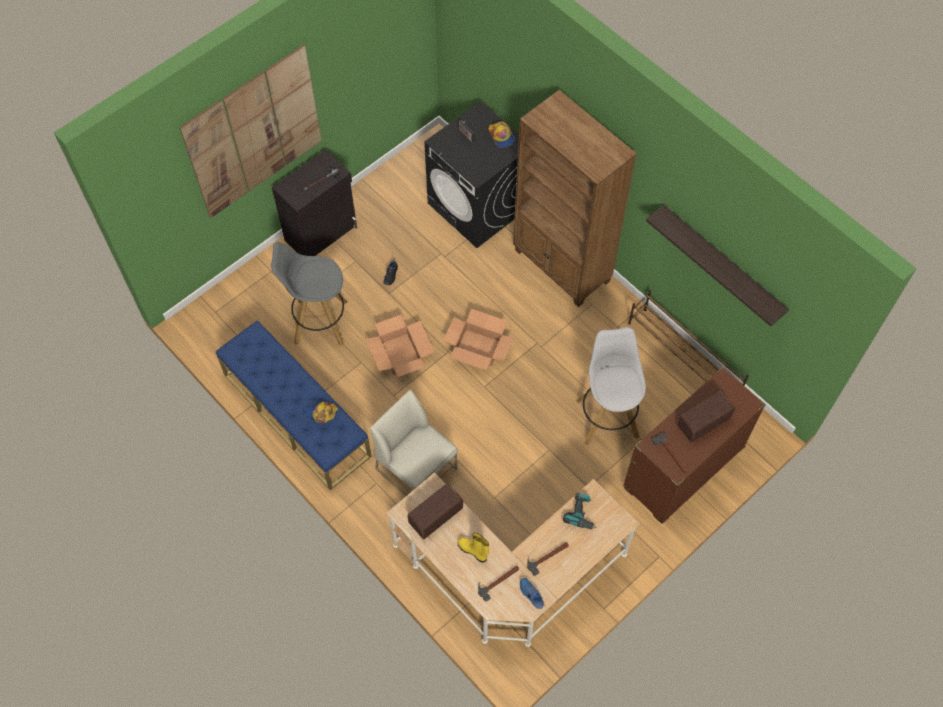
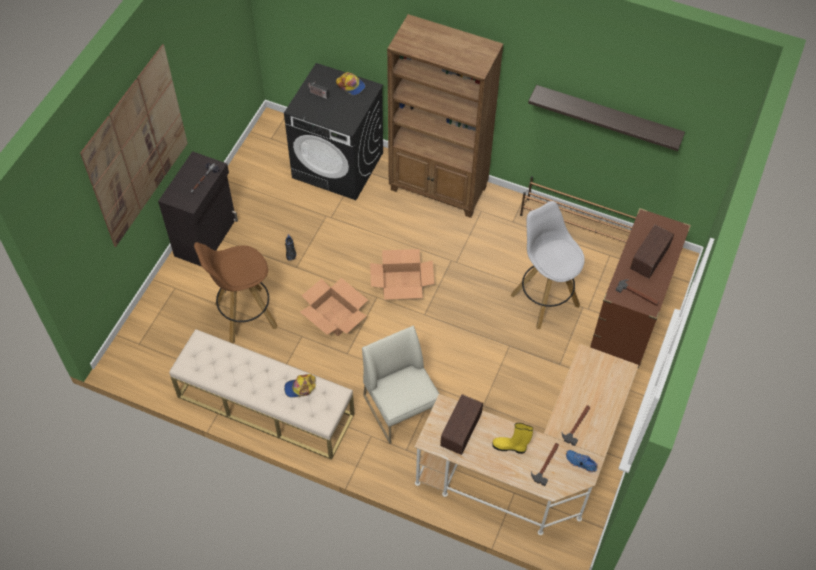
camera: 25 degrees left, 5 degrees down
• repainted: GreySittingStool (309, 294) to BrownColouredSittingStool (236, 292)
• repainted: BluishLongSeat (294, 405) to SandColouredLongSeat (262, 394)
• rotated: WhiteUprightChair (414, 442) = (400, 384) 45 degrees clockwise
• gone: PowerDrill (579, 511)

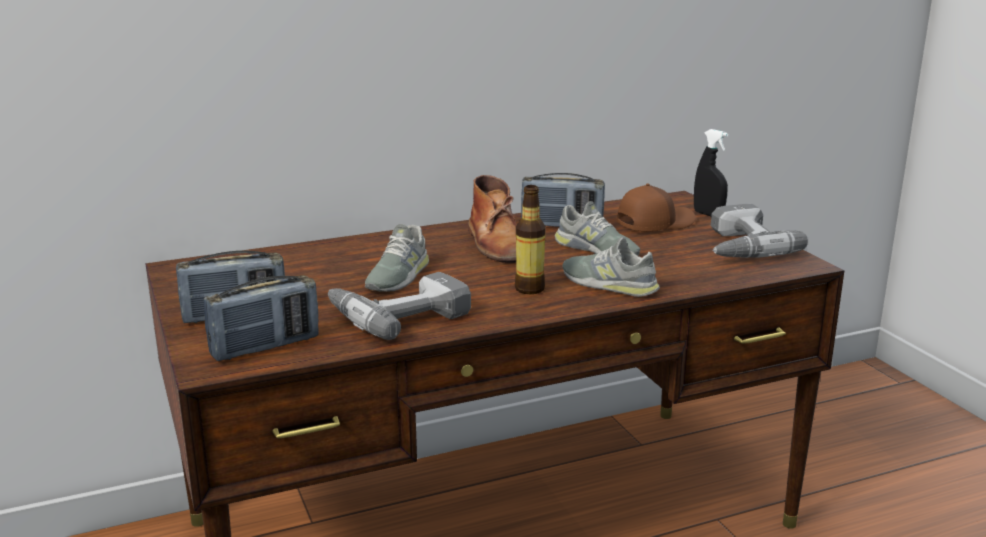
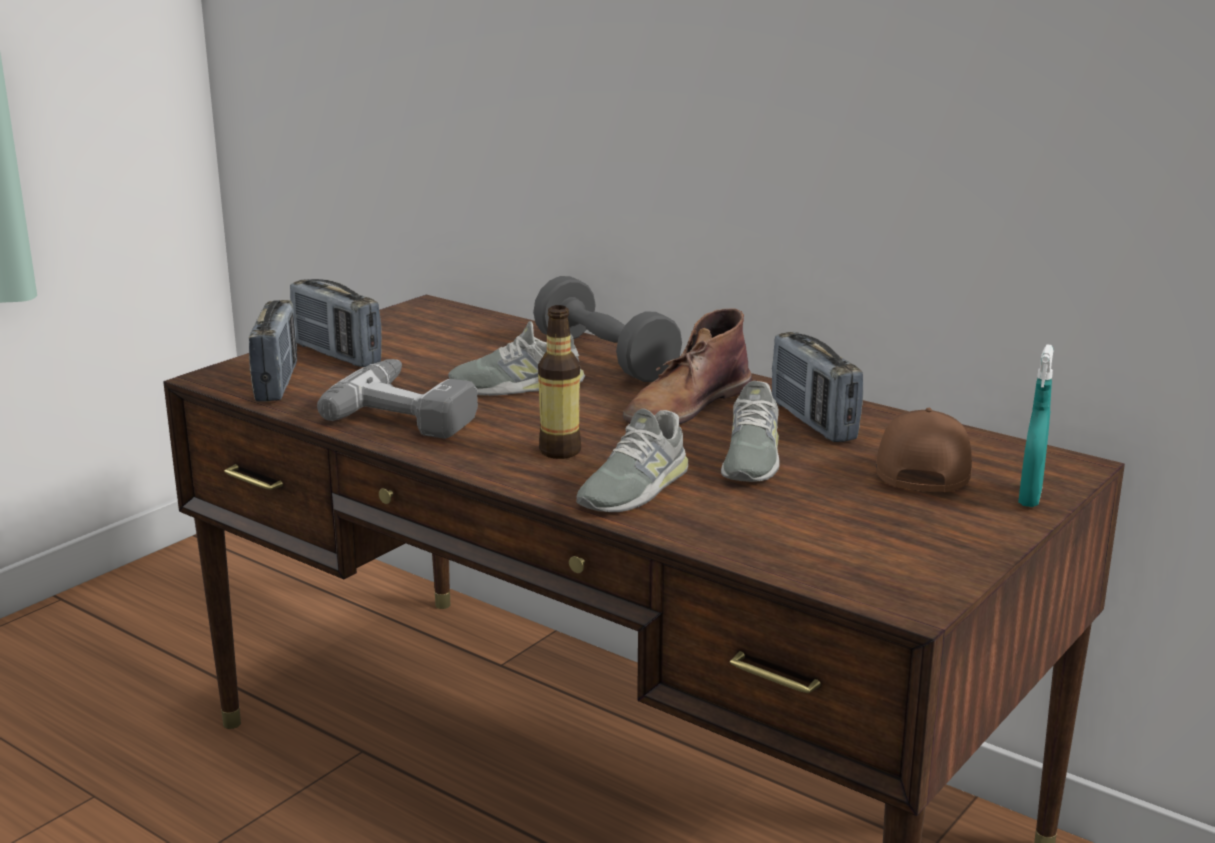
camera: 60 degrees right, 0 degrees up
• repainted: BlackColouredSprayer (711, 172) to TurquoiseSprayer (1035, 426)
• rotated: BrownColouredCap (656, 207) = (924, 450) 105 degrees counterclockwise
• gone: PowerDrill (759, 231)
• rotated: GreyShoe (611, 266) = (632, 460) 150 degrees counterclockwise
• rotated: Radio (261, 318) = (273, 351) 120 degrees counterclockwise
• new: GreyFreeWeight (607, 329)

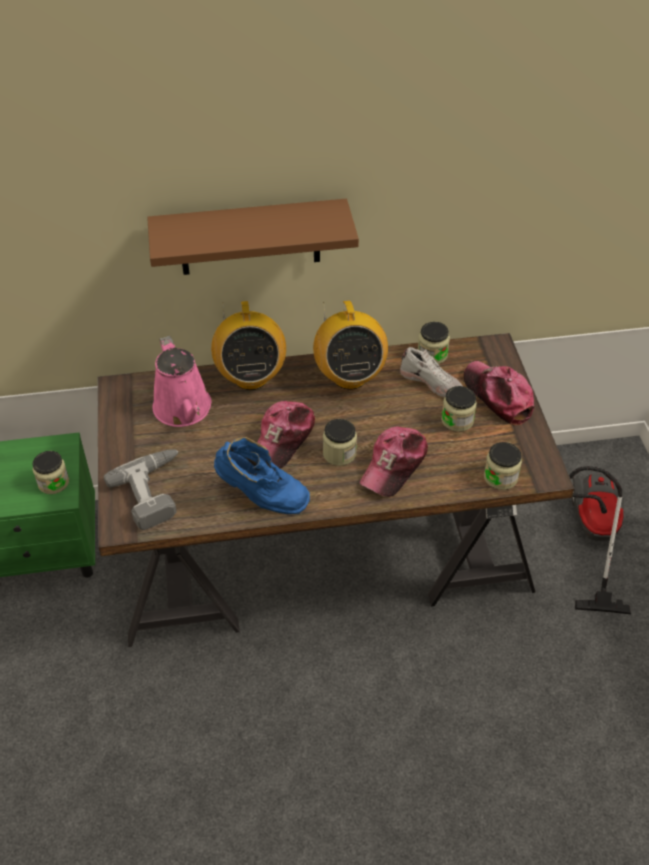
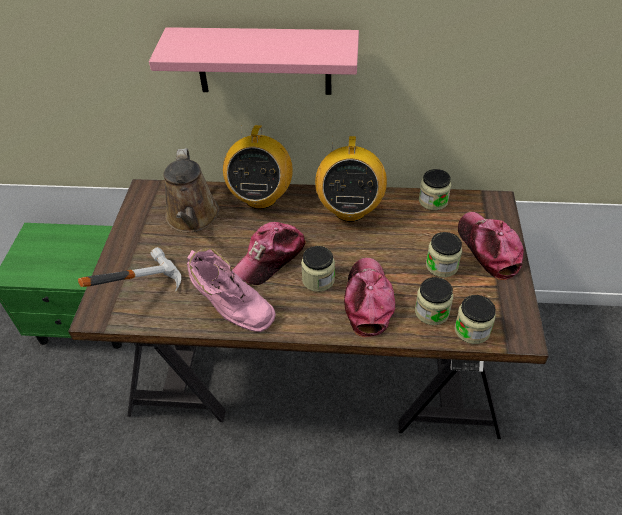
camera: 15 degrees right, 0 degrees up
• repainted: BrownColouredBracketShelf (253, 237) to PinkishBracketShelf (254, 61)
• repainted: PinkishSprinklingCan (182, 381) to BrownColouredSprinklingCan (191, 190)
• gone: WhiteShoe (431, 372)
• rotated: Cap (394, 461) = (369, 297) 135 degrees clockwise
• repainted: BluishTallBoot (262, 475) to PinkishTallBoot (231, 290)
• swapped: PowerDrill (141, 489) to ToolHammer (129, 269)
• shifted: StorageJar (50, 472) to (434, 301)
• gone: Vacuum (600, 540)

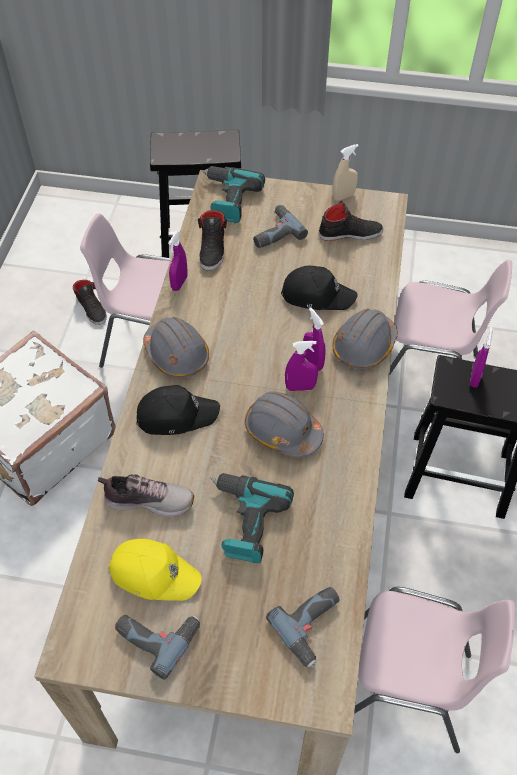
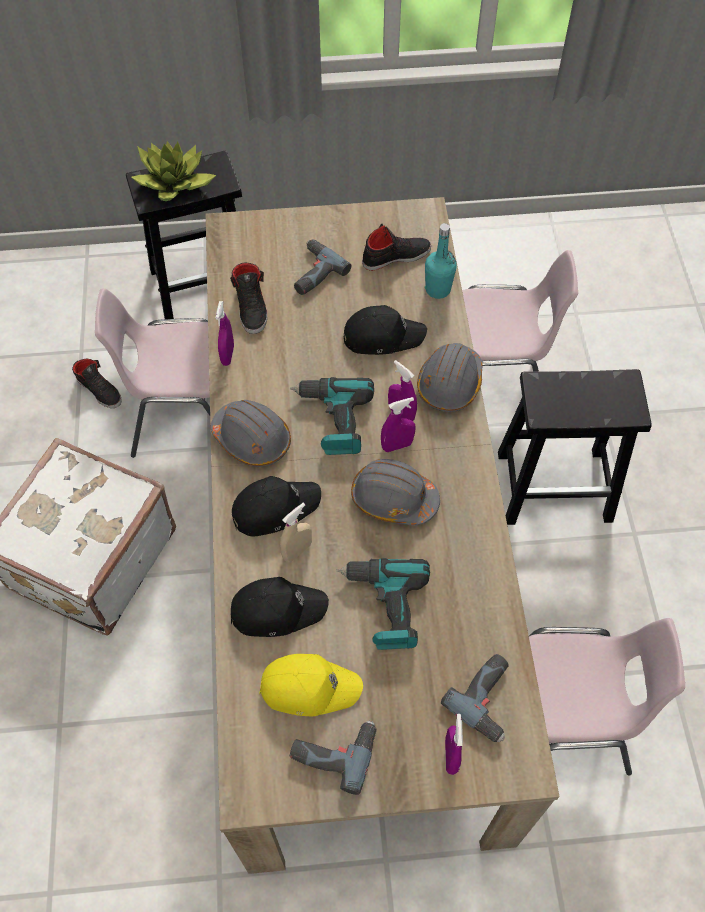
camera: 15 degrees left, 5 degrees up
• shifted: SandColouredSprayer (345, 172) to (296, 532)
• shifted: PowerDrill (233, 194) to (332, 416)
• shifted: PurpleSprayer (481, 357) to (454, 744)
• swapped: Shoe (146, 495) to BlackColouredCap (280, 607)
• new: PlantInAPot (173, 171)
• new: TurquoiseBottle (441, 261)

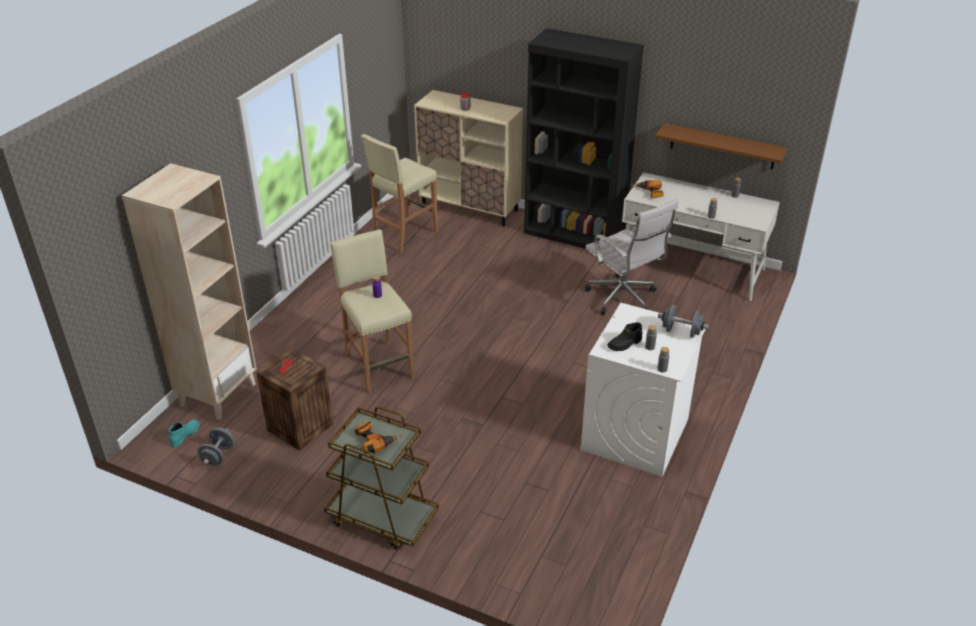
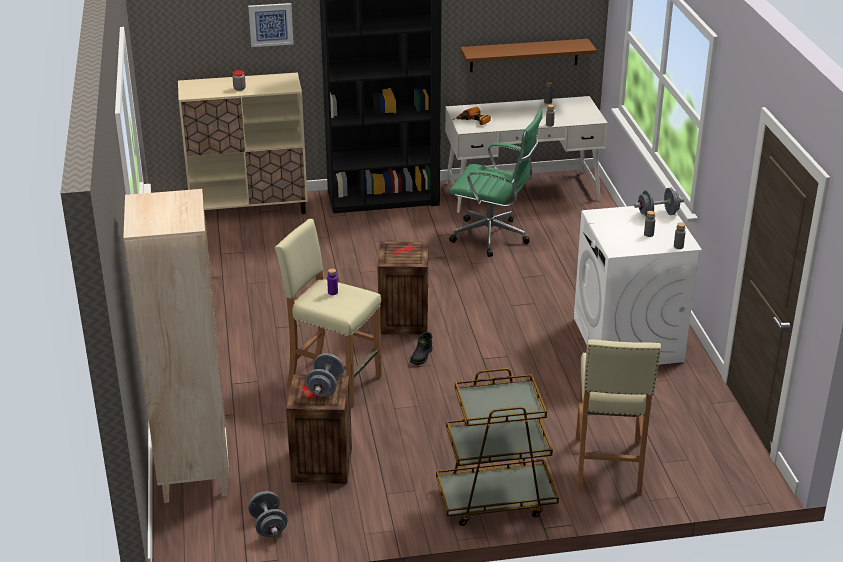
camera: 35 degrees left, 5 degrees down
• shifted: SandColouredSittingStool (399, 193) to (618, 417)
• repainted: WhiteOfficeChair (631, 257) to GreenishOfficeChair (496, 183)
• shifted: BlackColouredTallBoot (625, 336) to (421, 348)
• gone: TurquoiseTallBoot (184, 433)
• gone: PowerDrill (378, 437)
• new: WallPicture (271, 25)
• new: ShippingCrate (403, 288)
• new: GreyFreeWeight (324, 375)

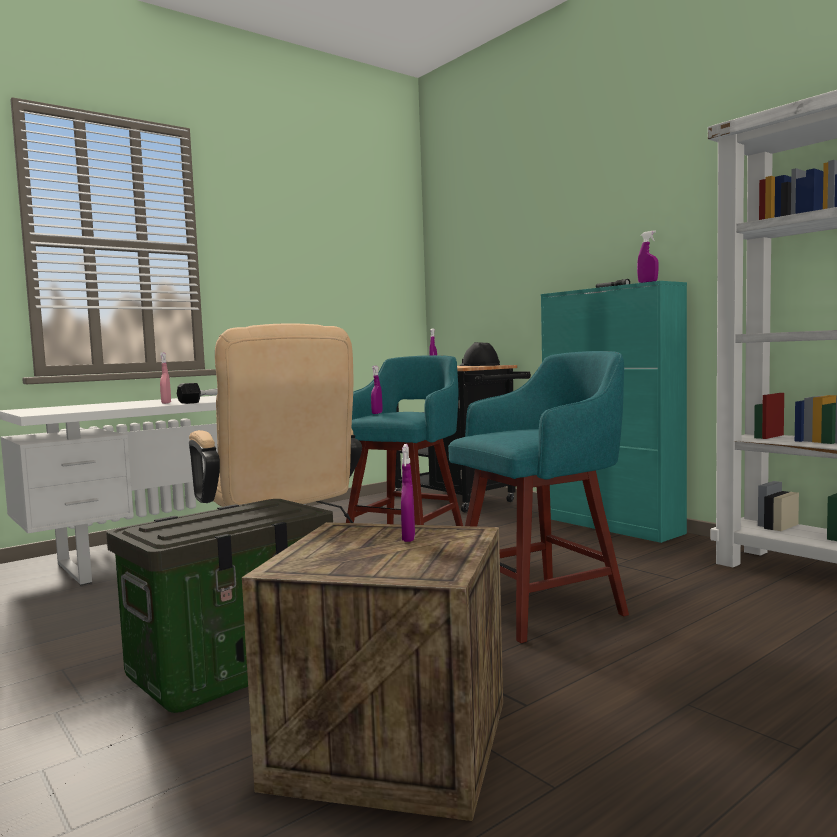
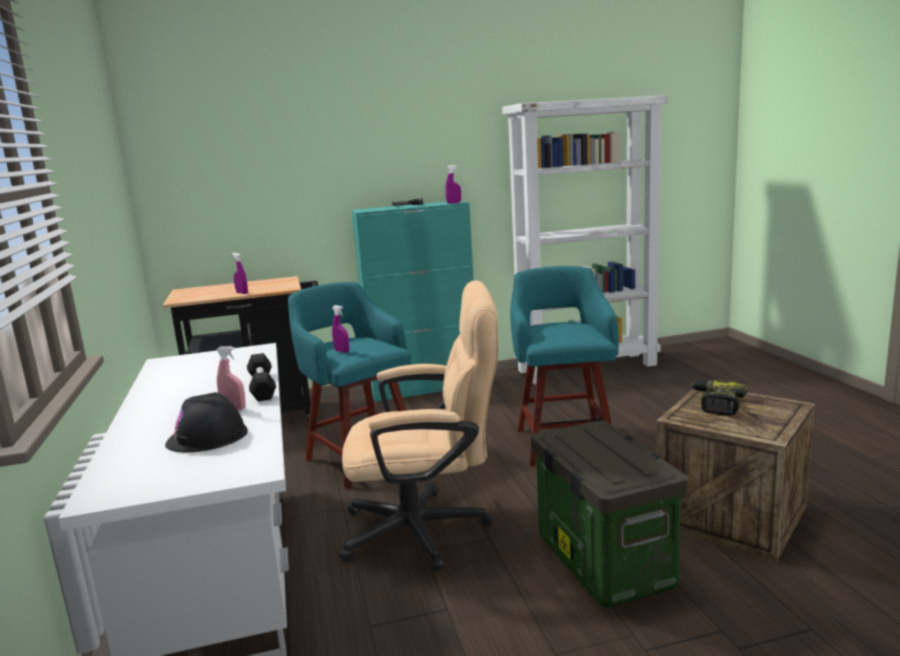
camera: 65 degrees left, 10 degrees up
• shifted: BlackColouredWorkHelmet (480, 354) to (206, 422)
• swapped: PurpleSprayer (408, 493) to PowerDrill (719, 398)

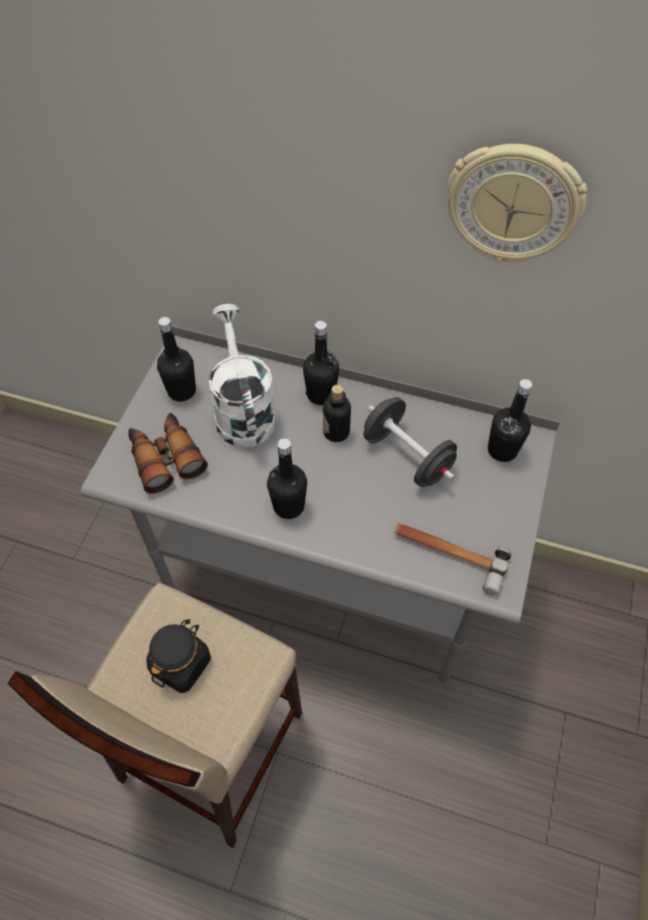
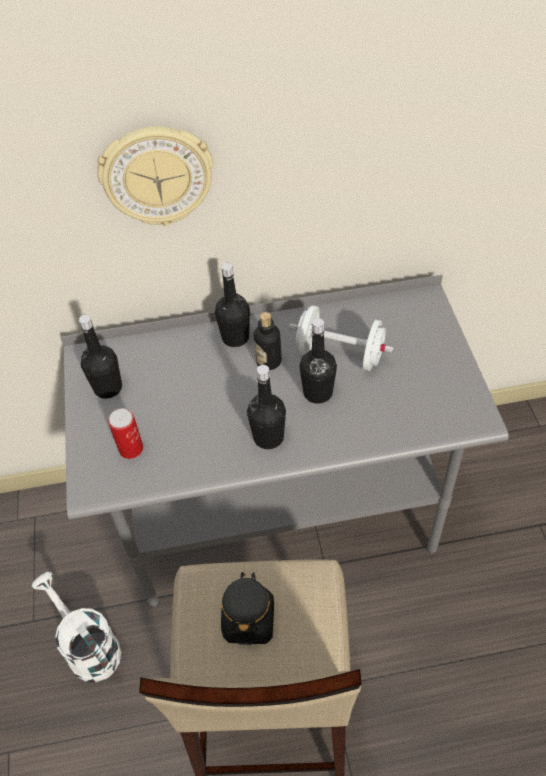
camera: 25 degrees left, 5 degrees down
• shifted: WallClock (517, 203) to (155, 176)
• shifted: WhiteSprinklingCan (242, 376) to (76, 627)
• shifted: BlackColouredBottle (510, 420) to (318, 361)
• repainted: BlackColouredFreeWeight (410, 442) to WhiteFreeWeight (341, 338)
• swapped: FieldGlasses (168, 453) to MetalCan (125, 433)
• gone: ToolHammer (452, 559)

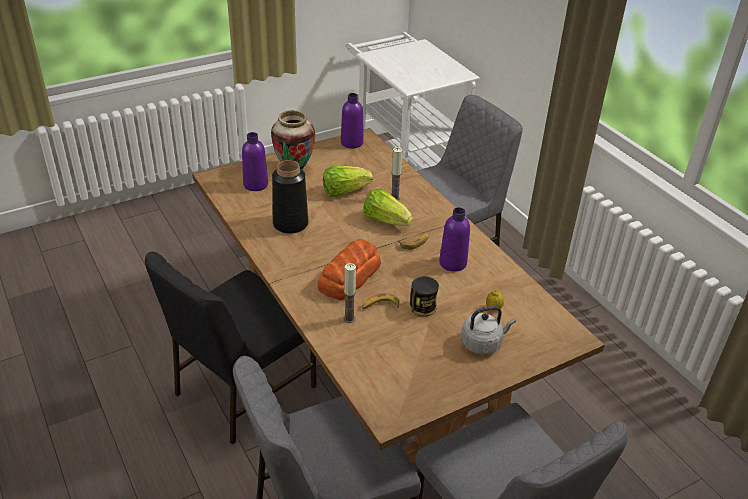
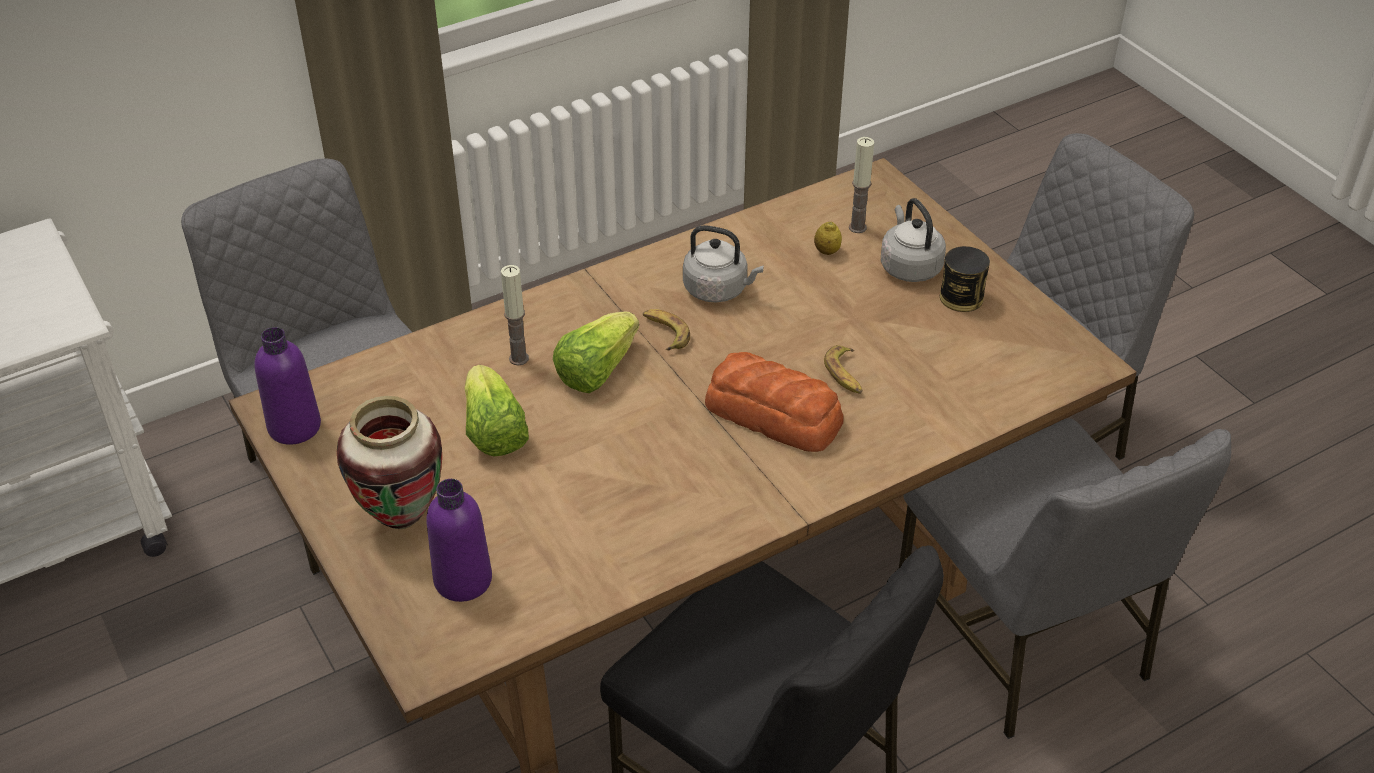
camera: 90 degrees left, 5 degrees up
• gone: BlackColouredVase (290, 197)
• swapped: PurpleBottle (454, 239) to GreyKettle (723, 263)
• shifted: Candle (350, 293) to (861, 185)
• shifted: MetalCan (424, 296) to (965, 279)

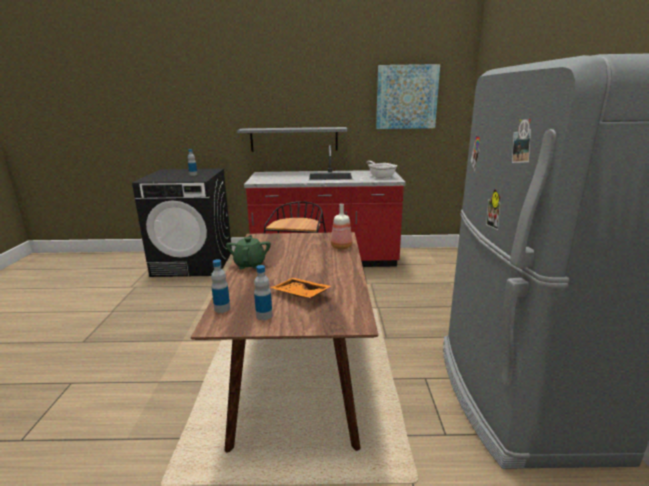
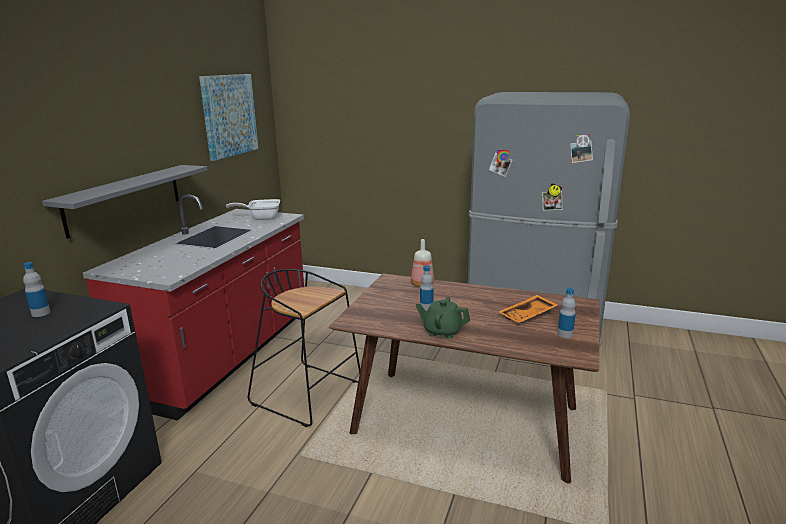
camera: 70 degrees left, 0 degrees up
• shifted: Bottle (220, 286) to (427, 287)

